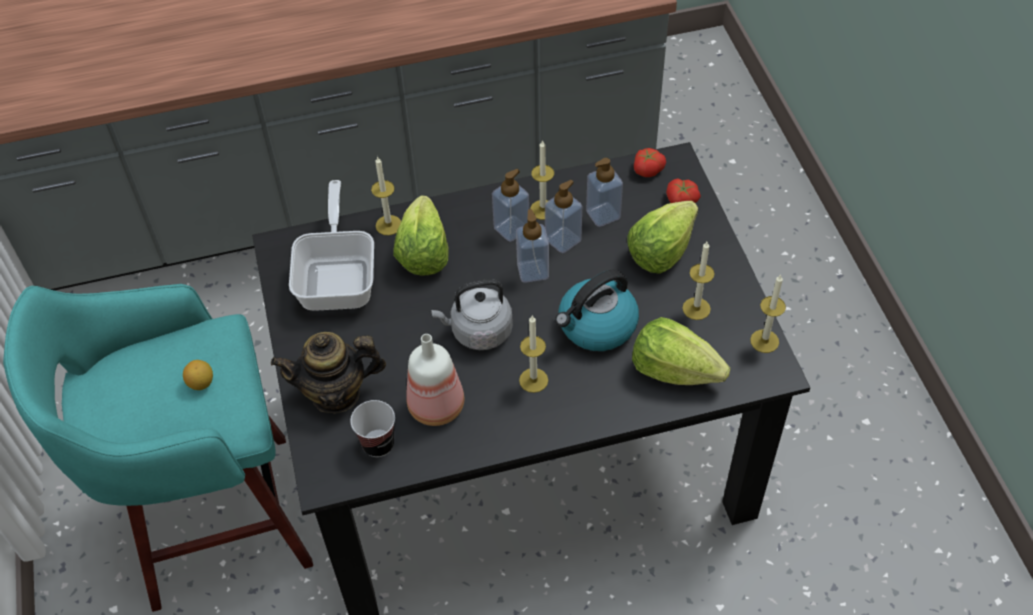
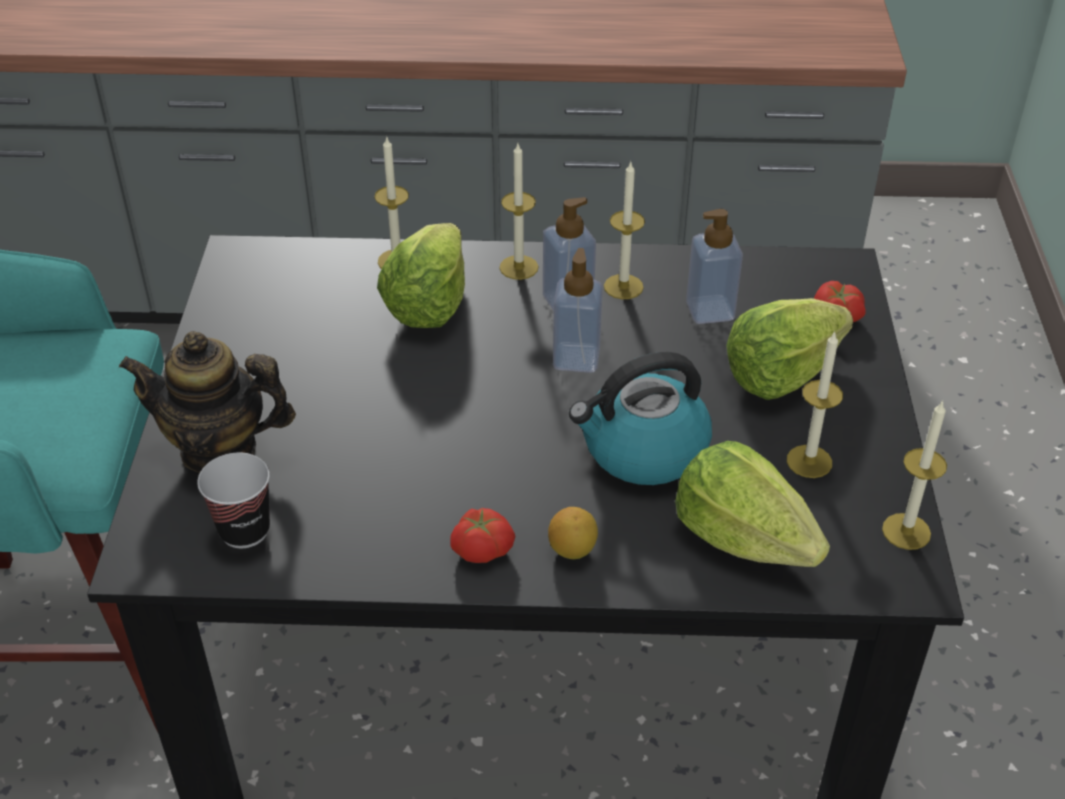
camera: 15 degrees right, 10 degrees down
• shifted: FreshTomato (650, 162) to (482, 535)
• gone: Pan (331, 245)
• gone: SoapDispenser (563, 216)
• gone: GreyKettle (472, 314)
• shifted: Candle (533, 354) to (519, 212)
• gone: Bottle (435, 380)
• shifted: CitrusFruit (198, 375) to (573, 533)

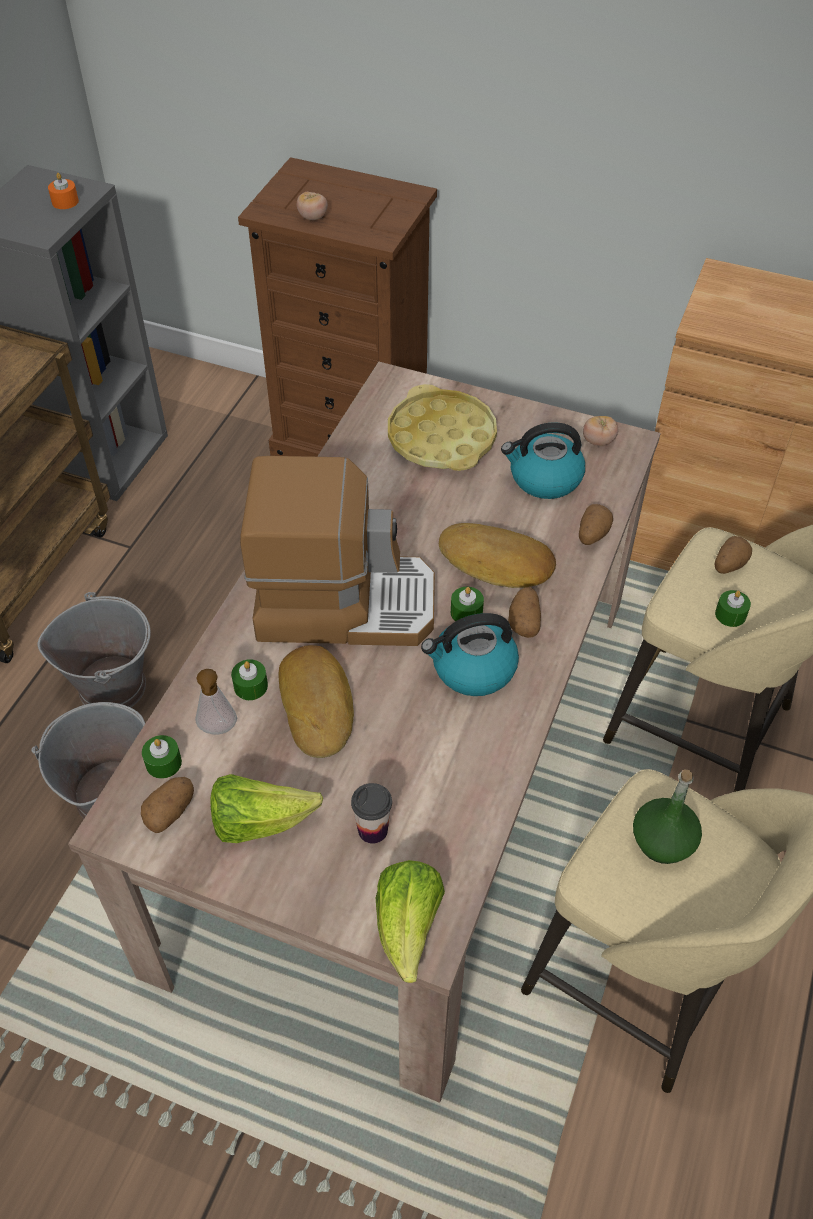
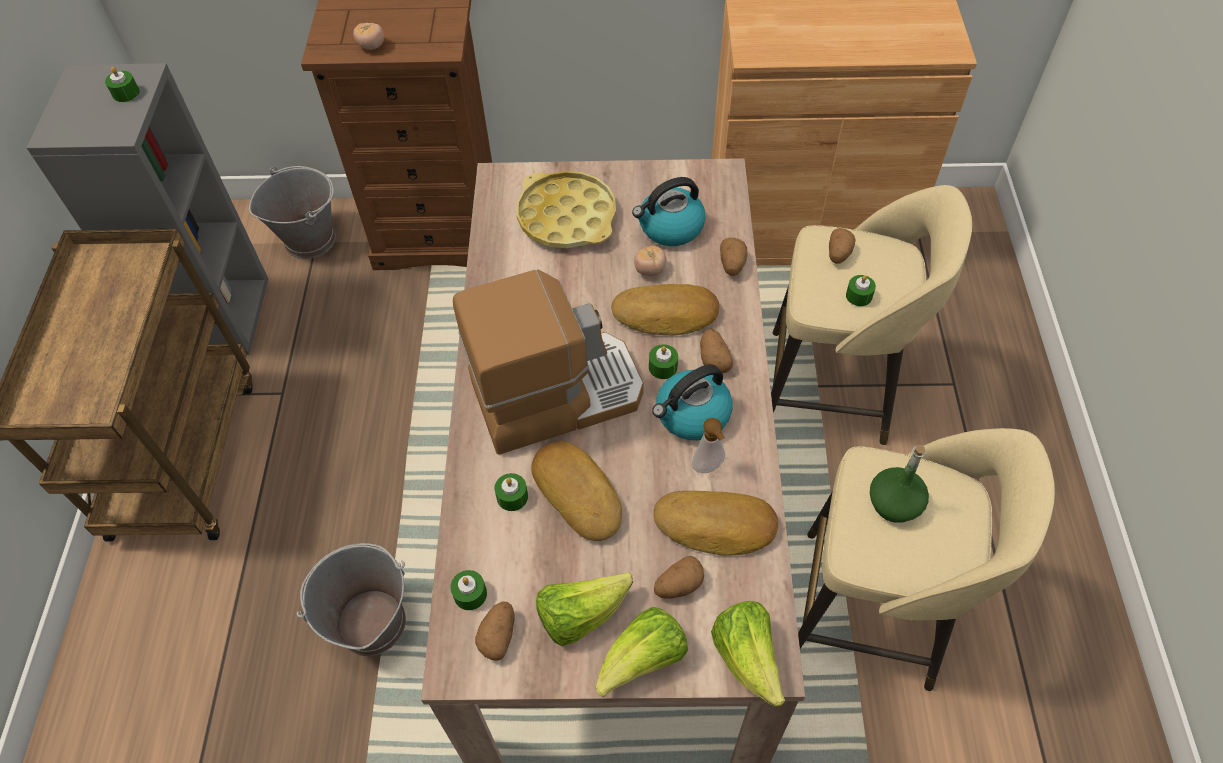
camera: 20 degrees left, 5 degrees up
• repainted: OrangeCandle (63, 191) to GreenishCandle (122, 84)
• shifted: FreshTomato (600, 430) to (650, 261)
• shifted: GreyBucket (94, 649) to (292, 212)
• shifted: SoapDispenser (216, 702) to (708, 445)
• swapped: Cup (371, 813) to WholePotato (679, 577)
• new: BakedBread (715, 523)
• new: HeadOfLettuce (642, 652)

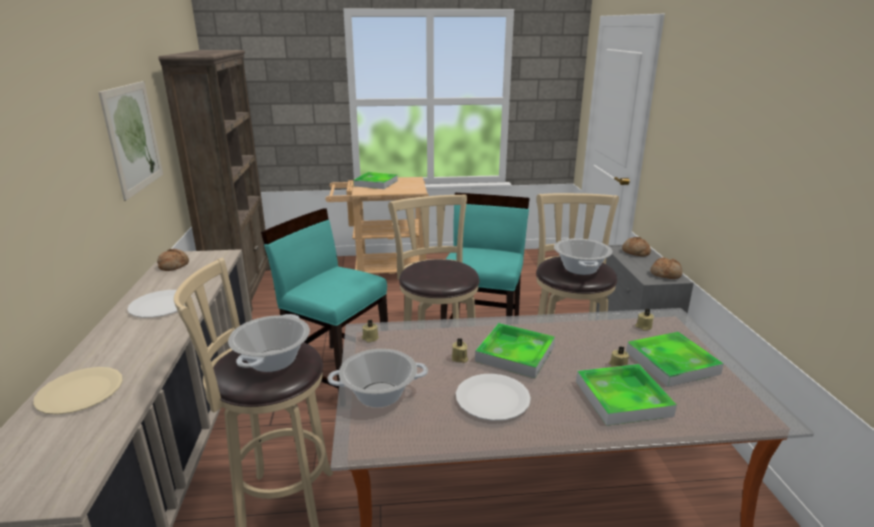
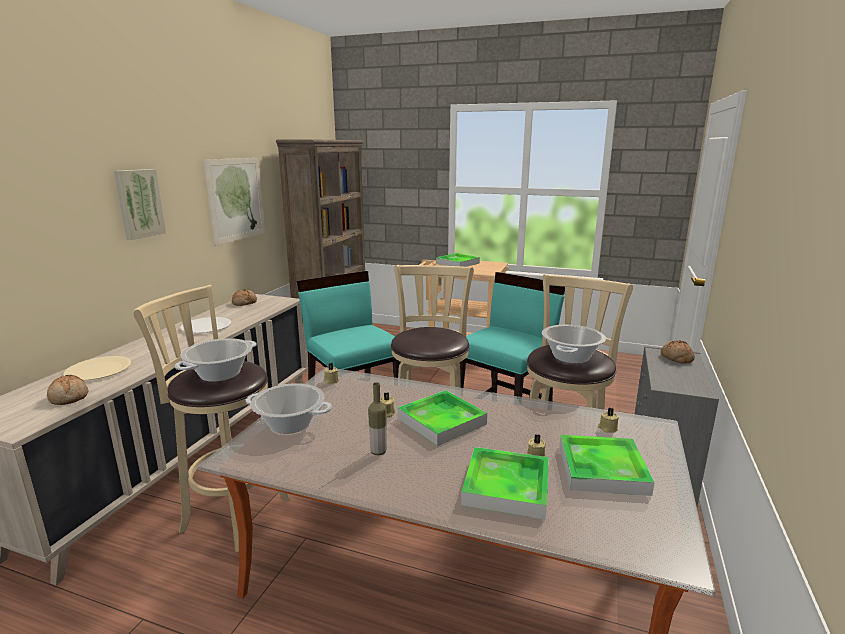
camera: 25 degrees right, 5 degrees down
• shifted: BakedBread (666, 268) to (67, 390)
• swapped: WhitePlate (493, 397) to Bottle (377, 419)
• new: WallPicture (140, 204)

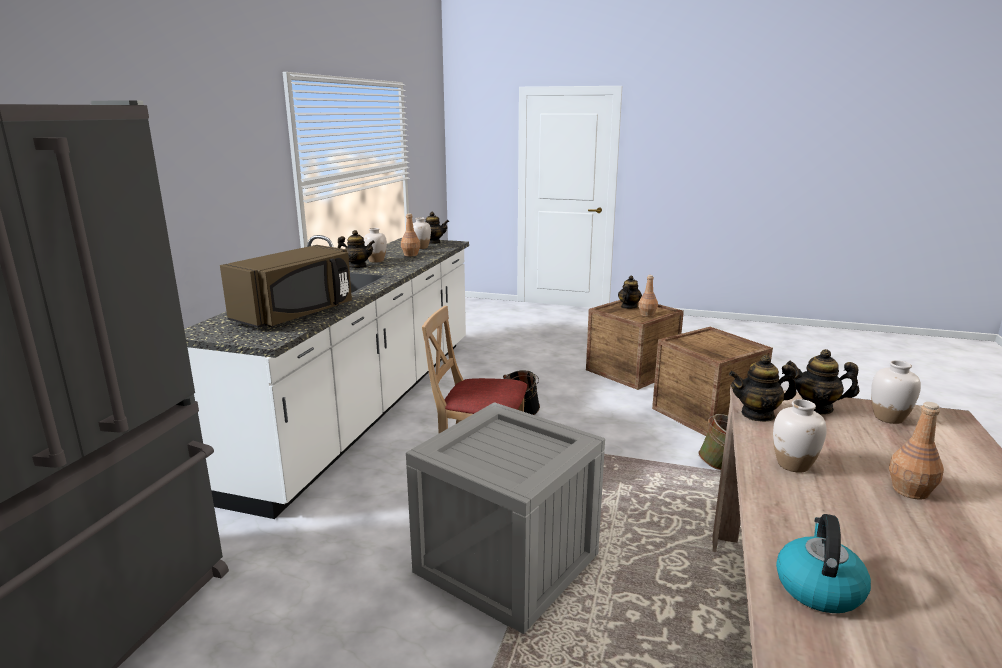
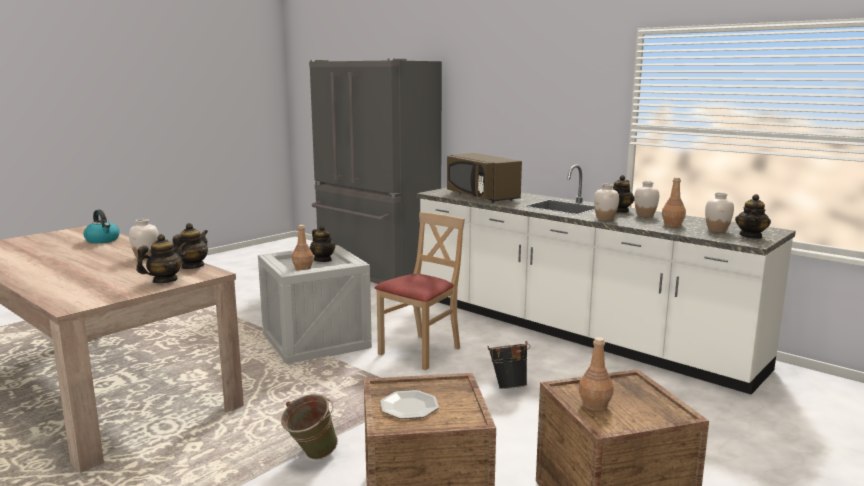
camera: 115 degrees right, 5 degrees down
• shifted: Teapot (630, 292) to (322, 243)
• shifted: WhiteVase (896, 392) to (606, 202)
• shifted: BrownColouredBottle (916, 451) to (303, 248)
• new: Plate (409, 404)

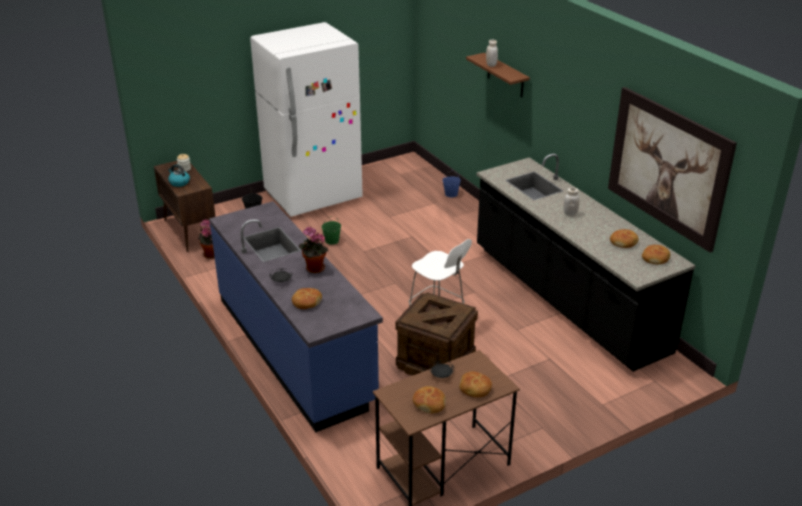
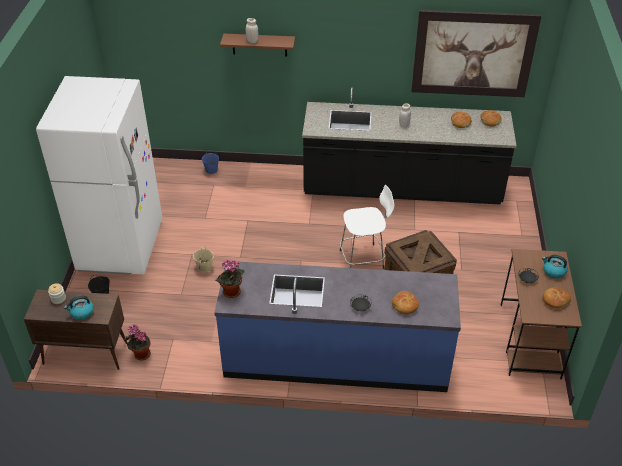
camera: 55 degrees left, 10 degrees up
• repainted: GreenishBucket (331, 230) to SandColouredBucket (203, 259)
• shifted: PlantInAPot (314, 250) to (230, 279)
• swapped: BakedBread (475, 384) to Kettle (555, 267)

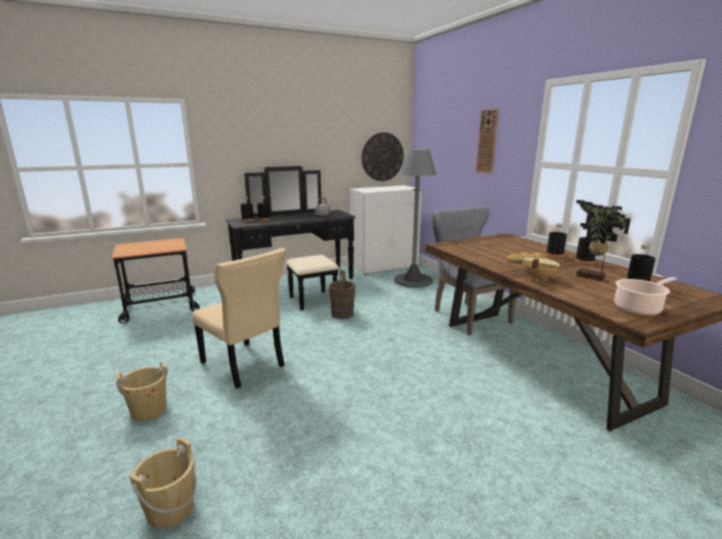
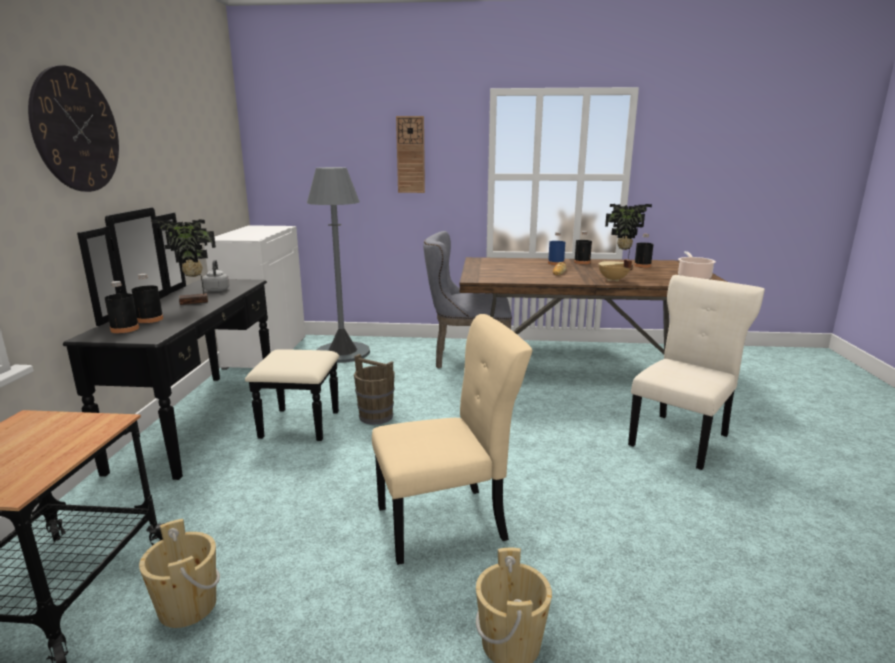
camera: 60 degrees left, 0 degrees up
• shifted: WallClock (383, 156) to (73, 128)
• repainted: BlackColouredBottle (556, 241) to BluishBottle (556, 248)
• shifted: SandColouredBucket (162, 483) to (179, 573)
• new: PlantInAPot (184, 262)
• new: SandColouredUprightChair (696, 372)

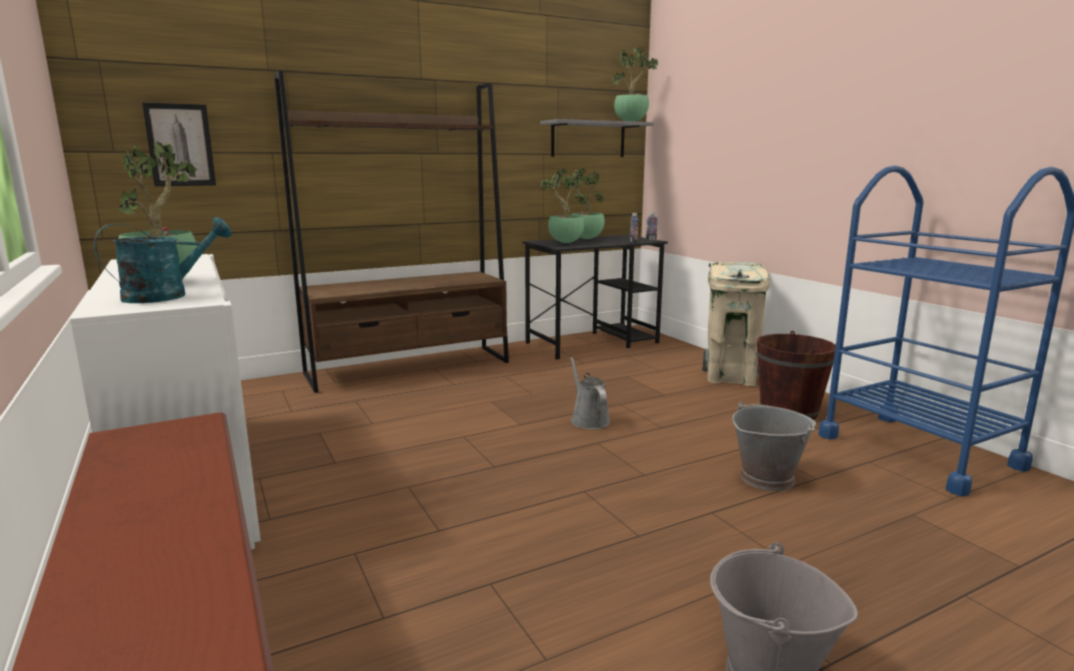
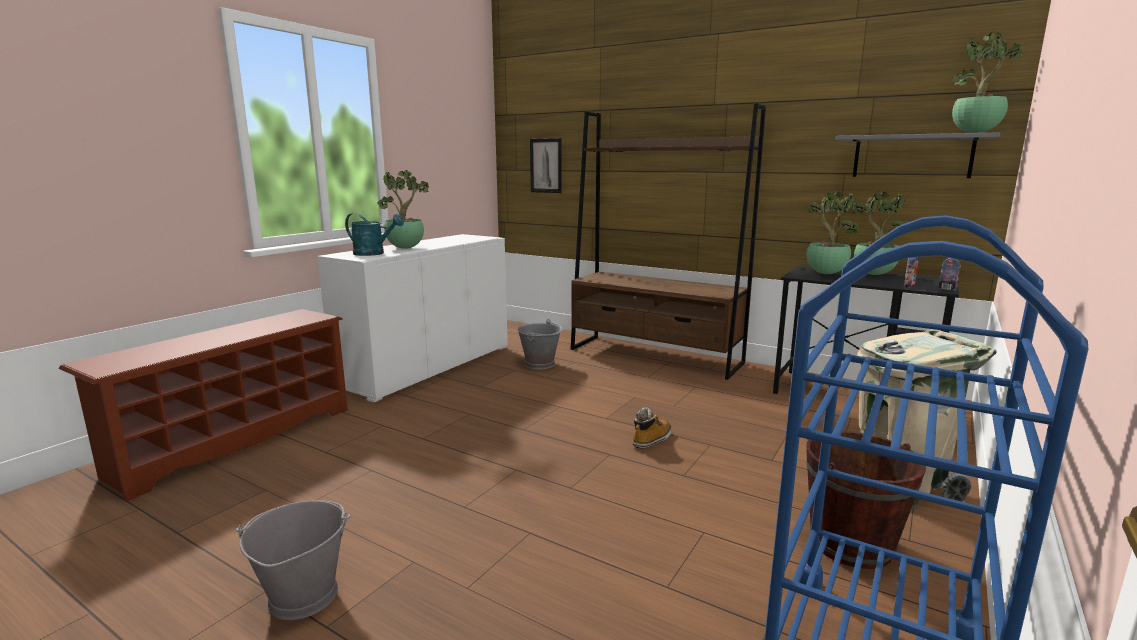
camera: 60 degrees right, 0 degrees up
• swapped: GreySprinklingCan (590, 393) to TallBoot (652, 428)
• shifted: GreyBucket (774, 446) to (540, 344)

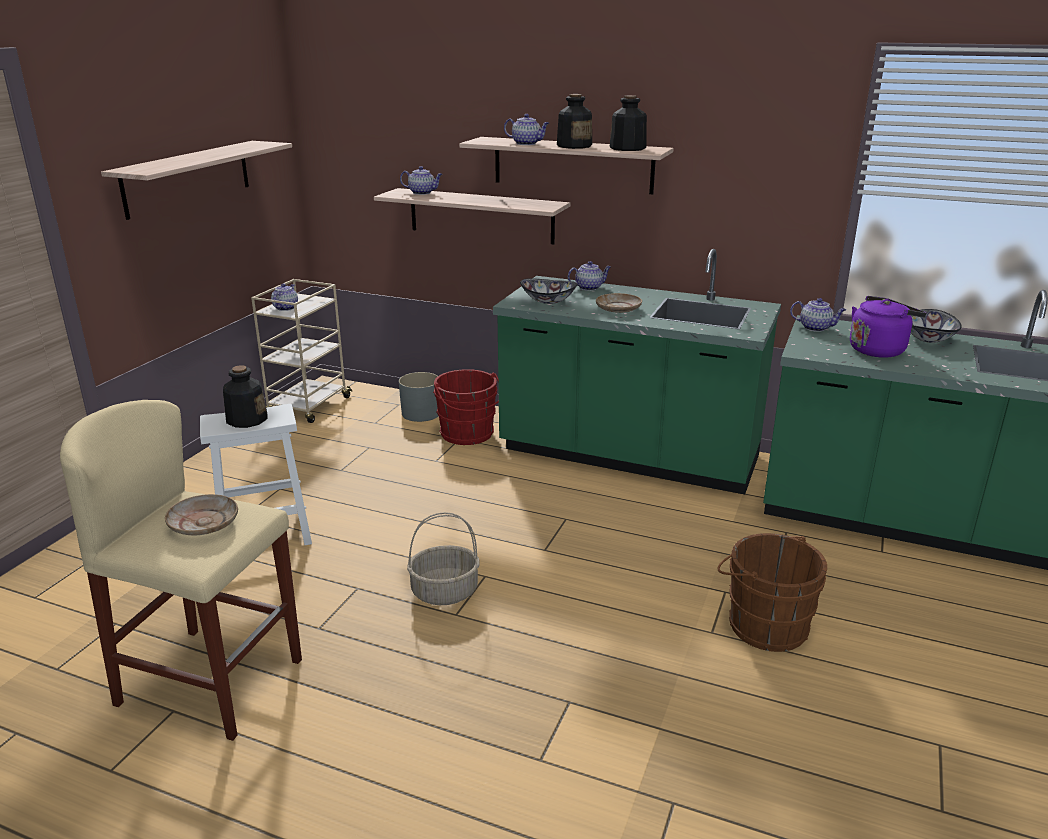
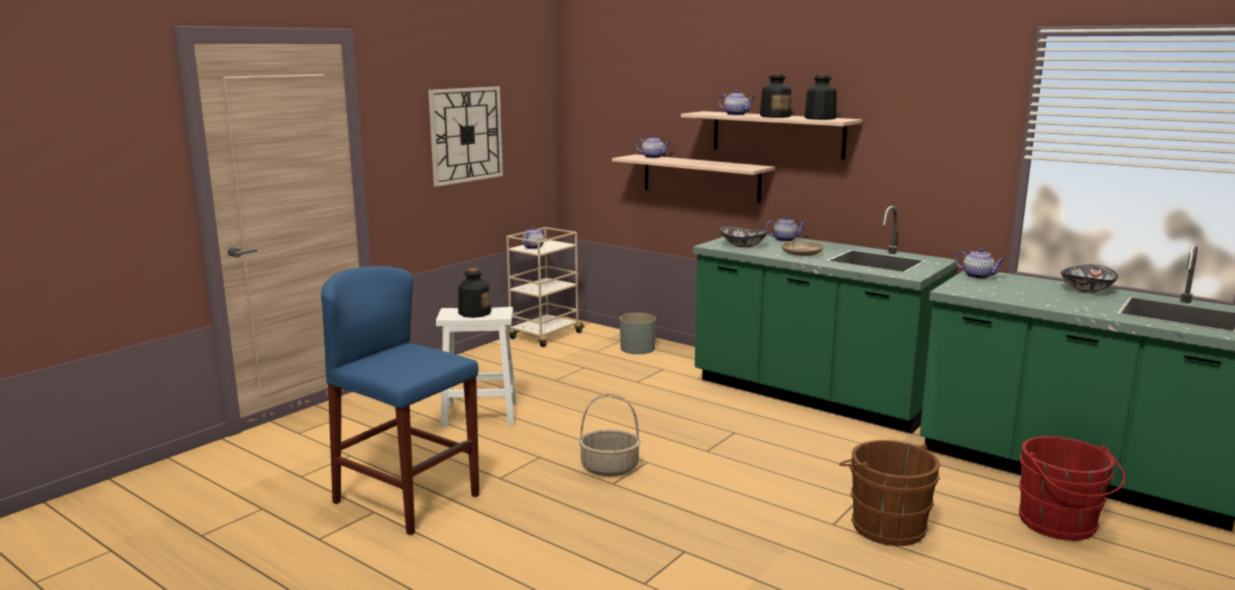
camera: 15 degrees right, 10 degrees down
• swapped: BracketShelf (196, 180) to WallClock (465, 137)
• gone: PurpleKettle (888, 327)
• shifted: RedBucket (466, 407) to (1072, 488)
• repainted: SandColouredSittingStool (181, 570) to BluishSittingStool (400, 400)
• gone: SandColouredPlate (201, 514)

